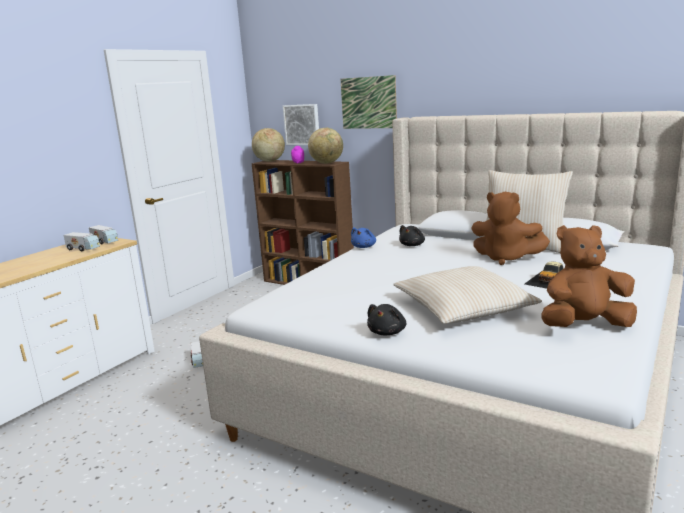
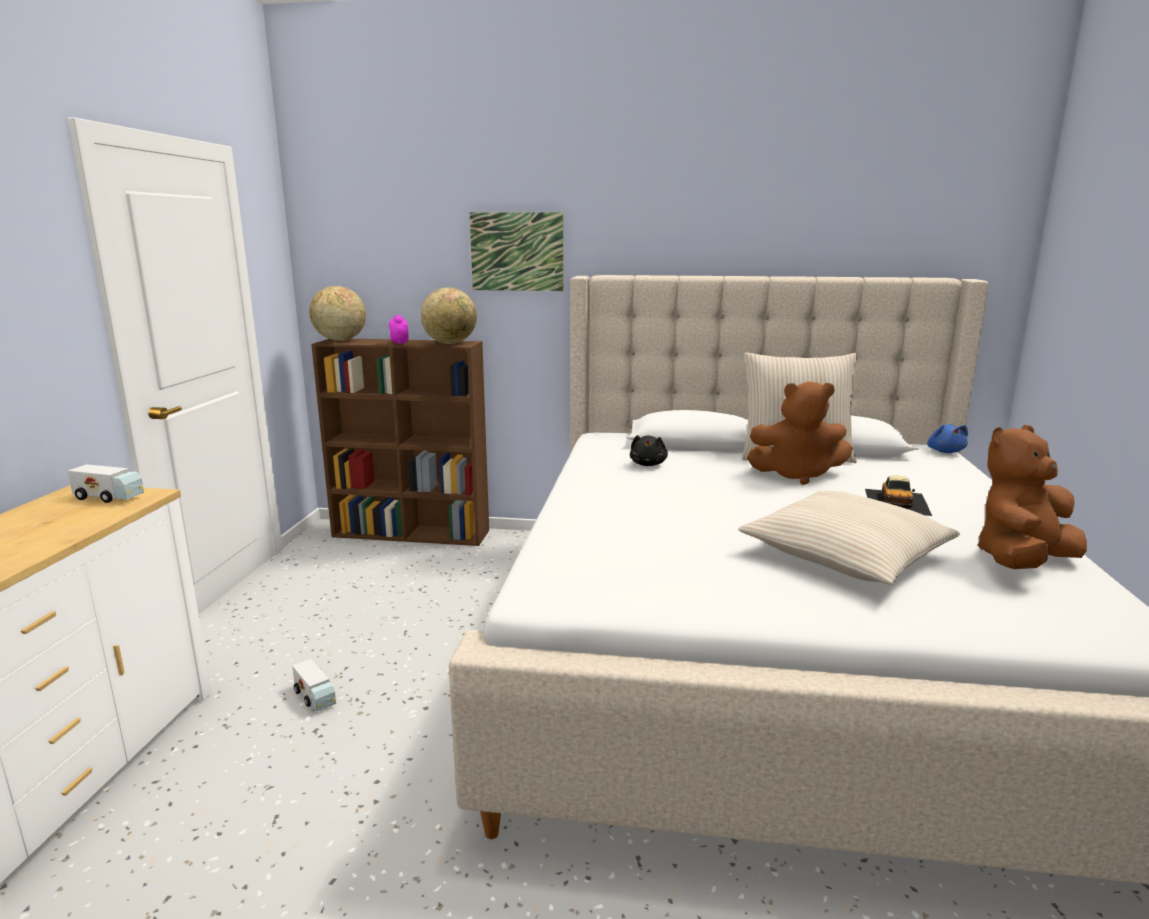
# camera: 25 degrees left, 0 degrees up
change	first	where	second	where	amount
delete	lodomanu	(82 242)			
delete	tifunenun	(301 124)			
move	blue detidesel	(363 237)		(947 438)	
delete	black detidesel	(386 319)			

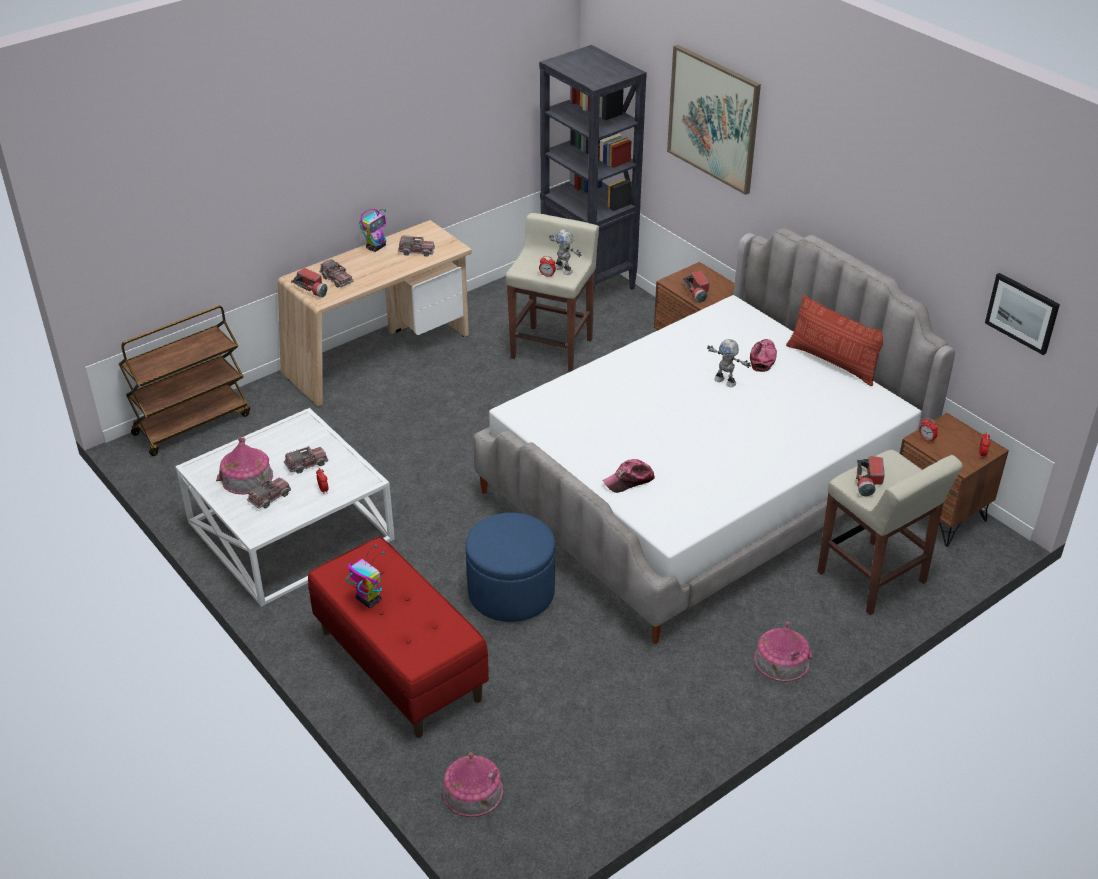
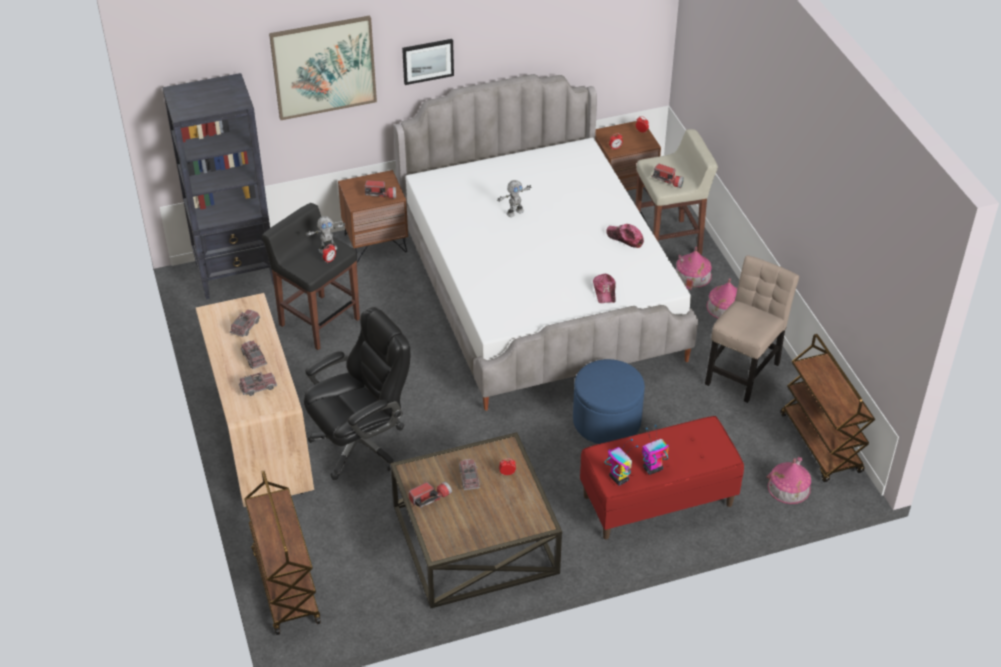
# camera: 70 degrees left, 5 degrees up
change	first	where	second	where	amount
recolor	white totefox	(285 507)	brown totefox	(476 520)	
move	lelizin	(244 466)		(694 268)	
move	lodomanu	(269 493)		(254 354)	
move	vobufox	(309 282)		(430 495)	
move	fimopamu	(372 230)		(621 462)	
recolor	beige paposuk	(552 292)	black paposuk	(311 276)	
move	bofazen	(763 355)		(625 236)	
delete	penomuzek	(834 340)			
move	tifunenun	(1022 314)		(428 62)	
insert			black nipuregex	(357 393)	
insert			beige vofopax	(752 329)	
insert			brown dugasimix	(827 408)	

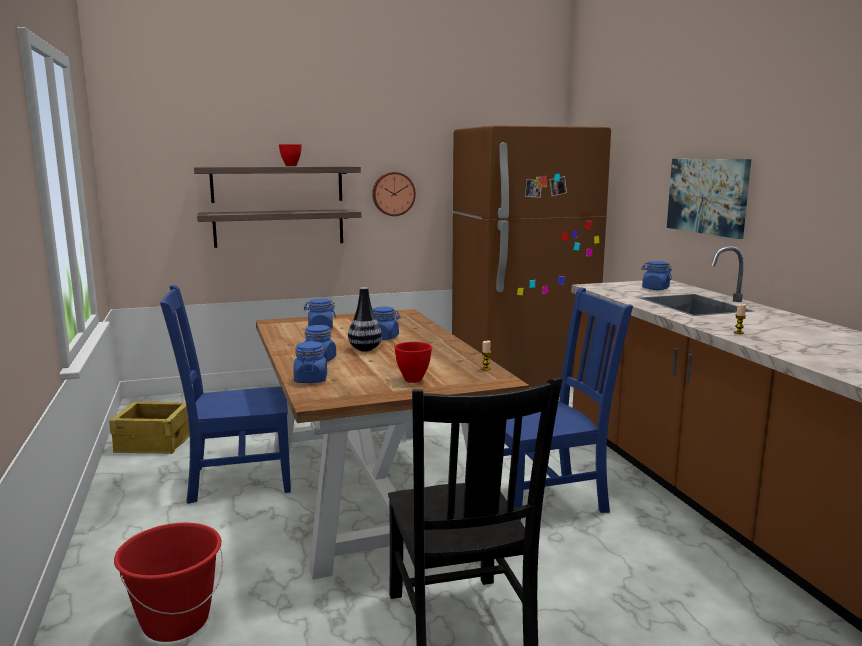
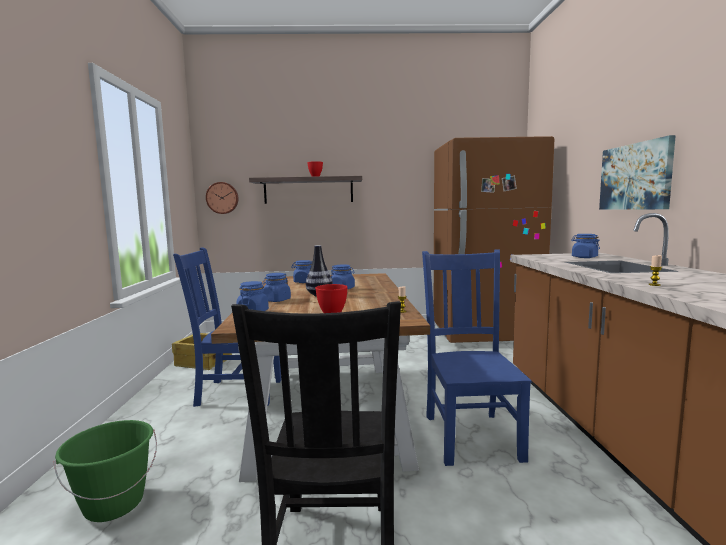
# camera: 15 degrees right, 5 degrees down
change	first	where	second	where	amount
recolor	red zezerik	(168 582)	green zezerik	(105 471)	
delete	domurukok	(279 228)			
move	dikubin	(394 194)		(222 198)	
rotate	blue vofopax	(568 404)		(476 357)	90 degrees counterclockwise

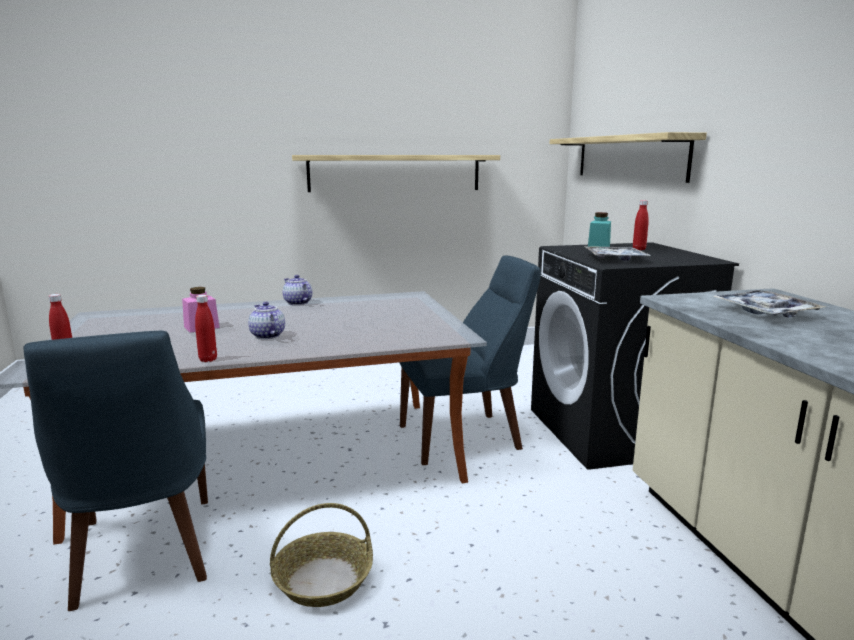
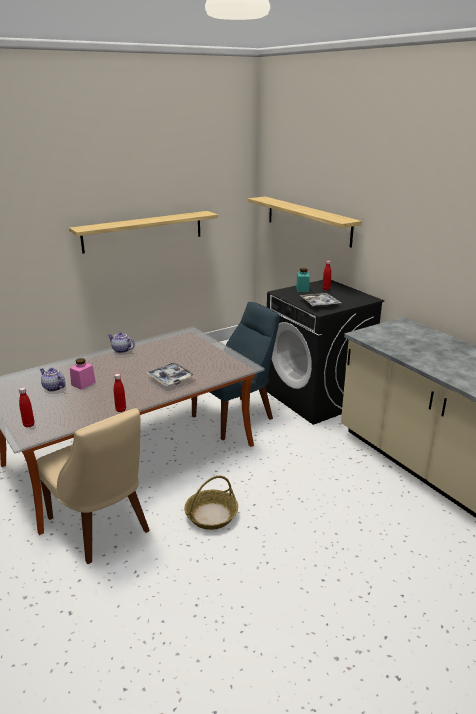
# camera: 20 degrees left, 10 degrees up
change	first	where	second	where	amount
recolor	blue vofopax	(115 471)	beige vofopax	(93 486)	
move	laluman	(266 320)		(53 380)	
move	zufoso	(769 304)		(170 374)	

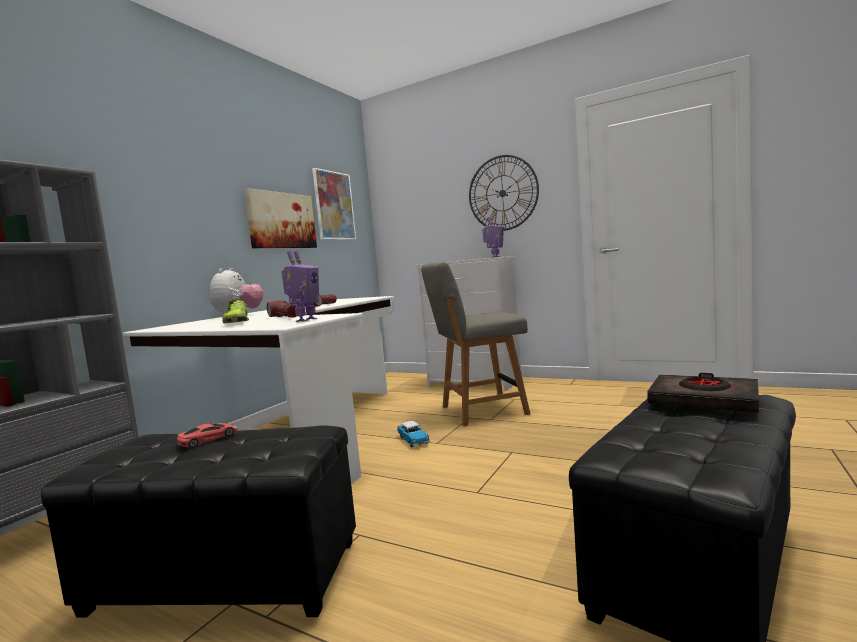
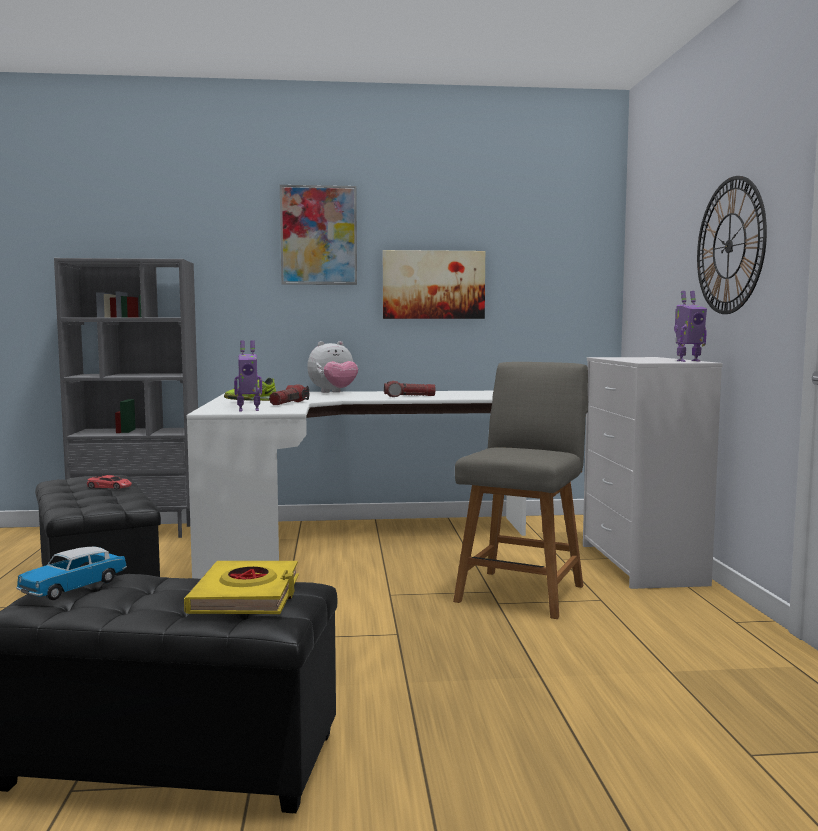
# camera: 55 degrees right, 0 degrees up
change	first	where	second	where	amount
move	tifunenun	(334 204)		(318 235)	
move	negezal	(413 434)		(71 573)	
rotate	grey vofopax	(475 344)		(520 490)	75 degrees clockwise
recolor	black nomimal	(703 393)	yellow nomimal	(241 587)	

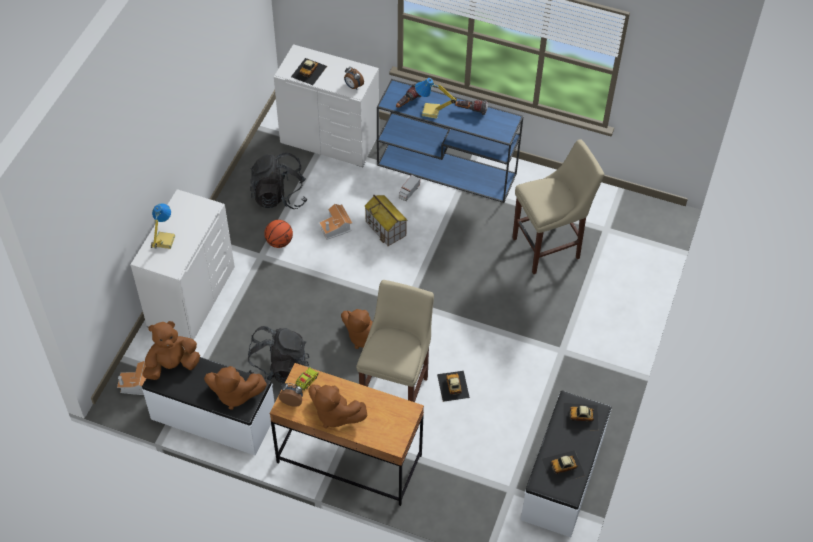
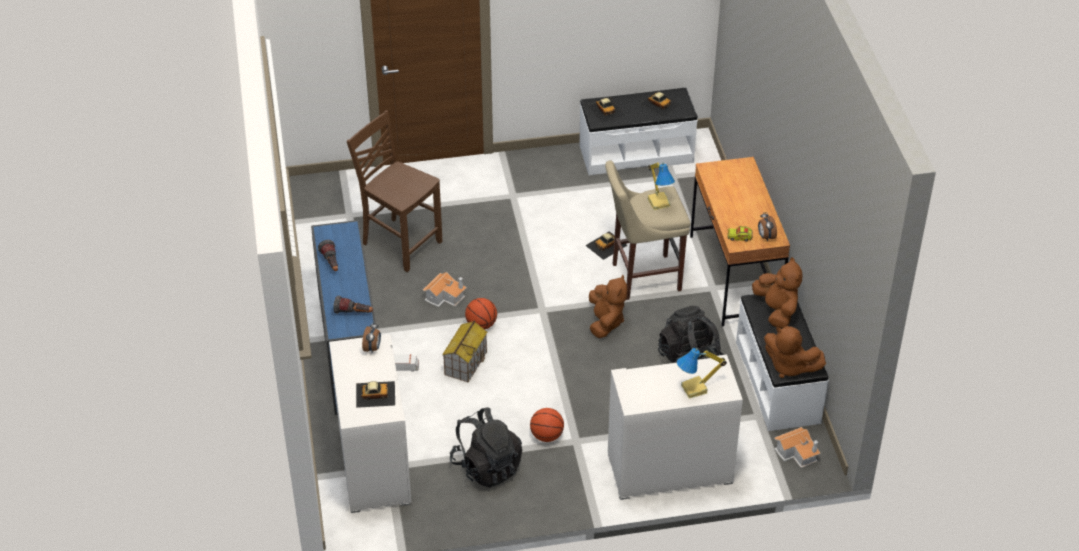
# camera: 120 degrees left, 10 degrees down
change	first	where	second	where	amount
delete	brown detidesel	(338 407)			
move	lelizin	(336 222)		(444 289)	
move	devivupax	(436 98)		(661 186)	
replace	beige paposuk	(558 206)	brown vofopax	(394 191)	
insert			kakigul	(481 313)	

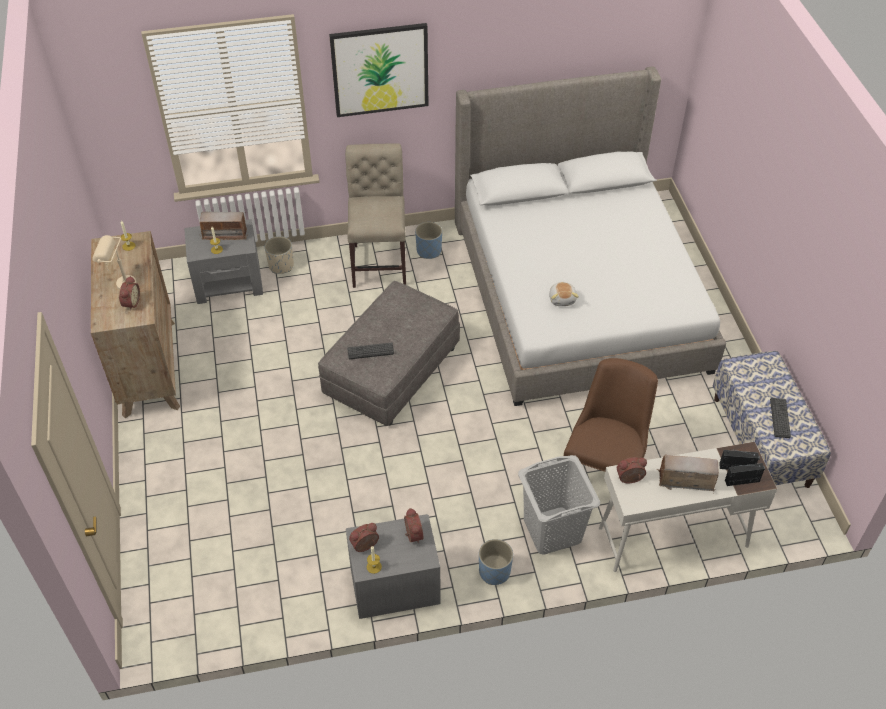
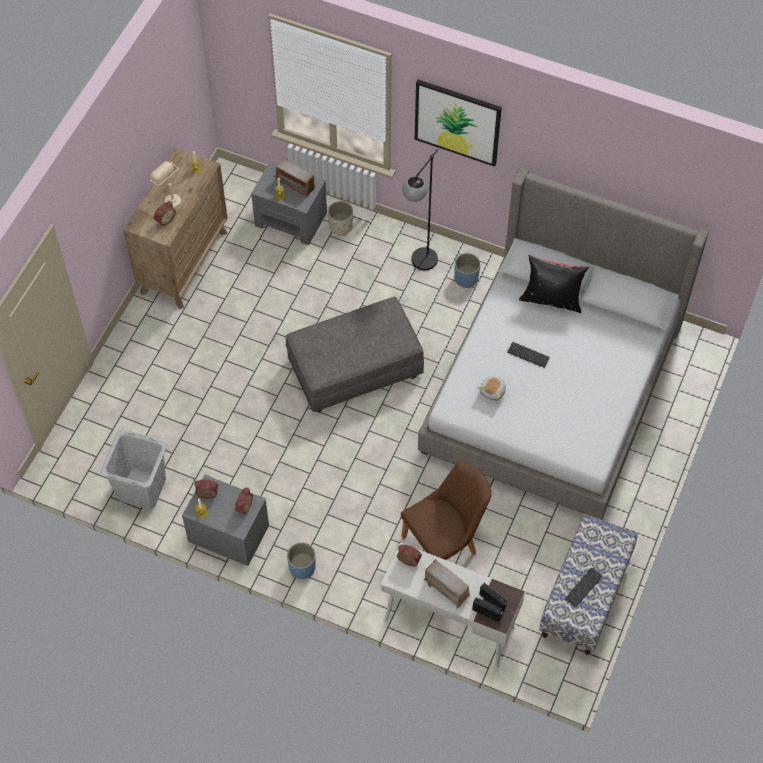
# camera: 35 degrees right, 10 degrees up
change	first	where	second	where	amount
replace	beige vofopax	(375 215)	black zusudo	(420 209)	
move	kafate	(370 351)		(528 355)	
move	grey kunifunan	(559 505)		(133 470)	
insert			black penomuzek	(554 284)	

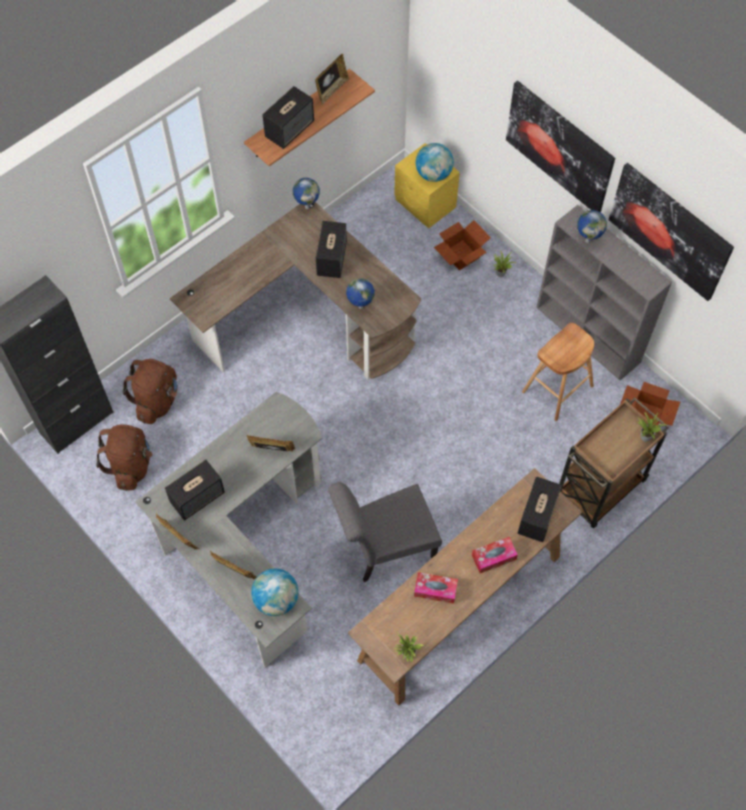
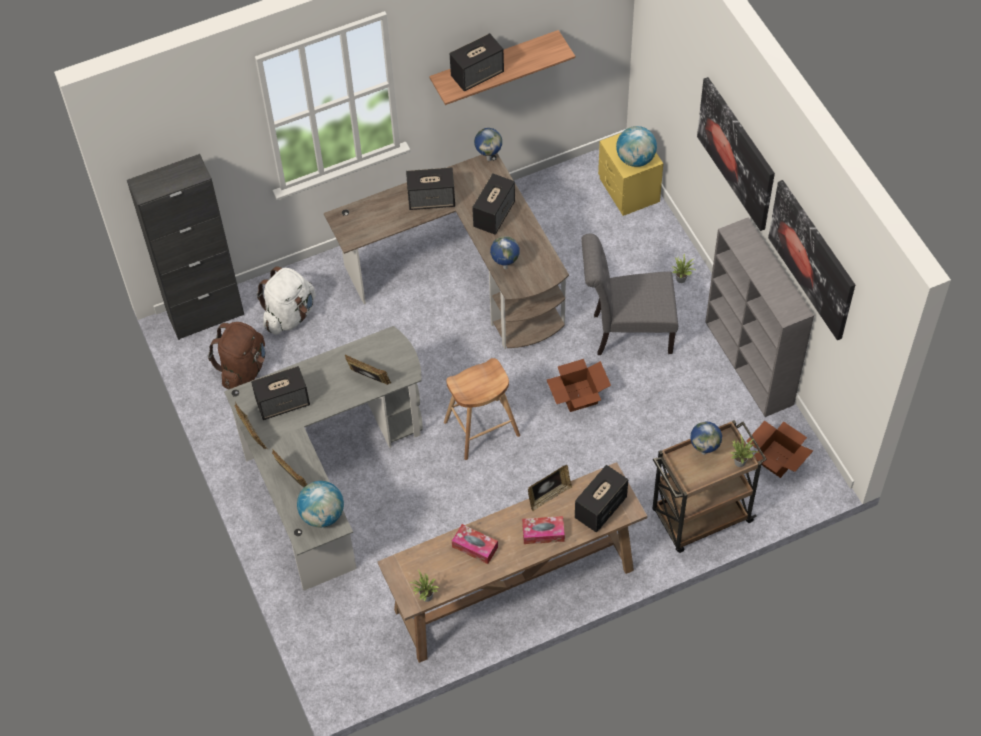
# camera: 20 degrees right, 5 degrees down
change	first	where	second	where	amount
recolor	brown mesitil	(150 391)	white mesitil	(286 300)	
move	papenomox	(332 79)		(550 488)	
move	grey vofopax	(385 532)		(629 294)	
move	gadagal	(462 245)		(579 385)	
move	brown paposuk	(558 372)		(482 409)	
move	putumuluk	(592 226)		(706 438)	
insert			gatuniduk	(430 188)	

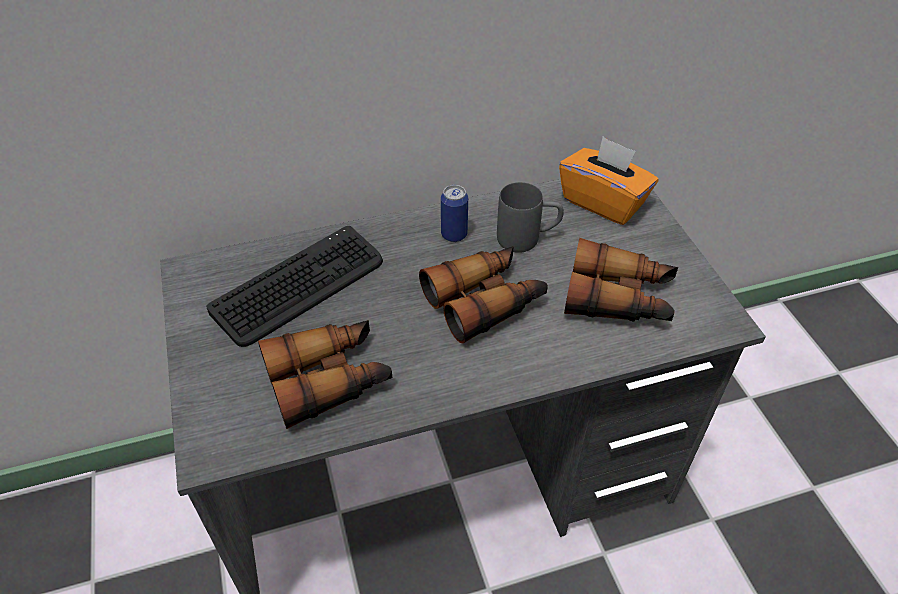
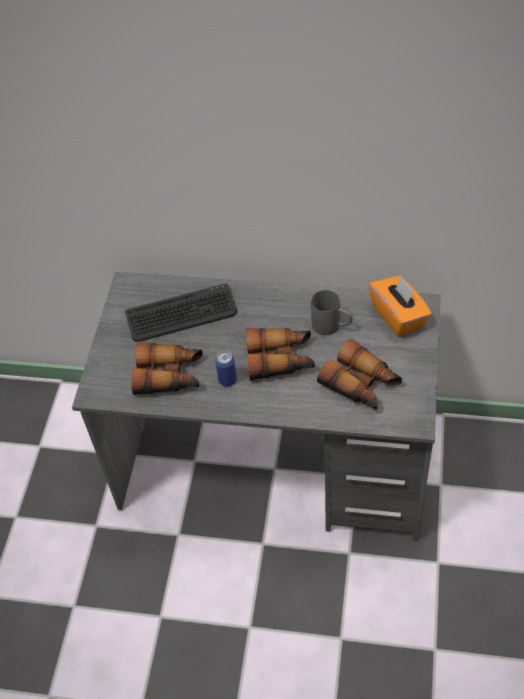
# camera: 30 degrees right, 5 degrees up
change	first	where	second	where	amount
move	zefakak	(454 213)		(226 369)	

